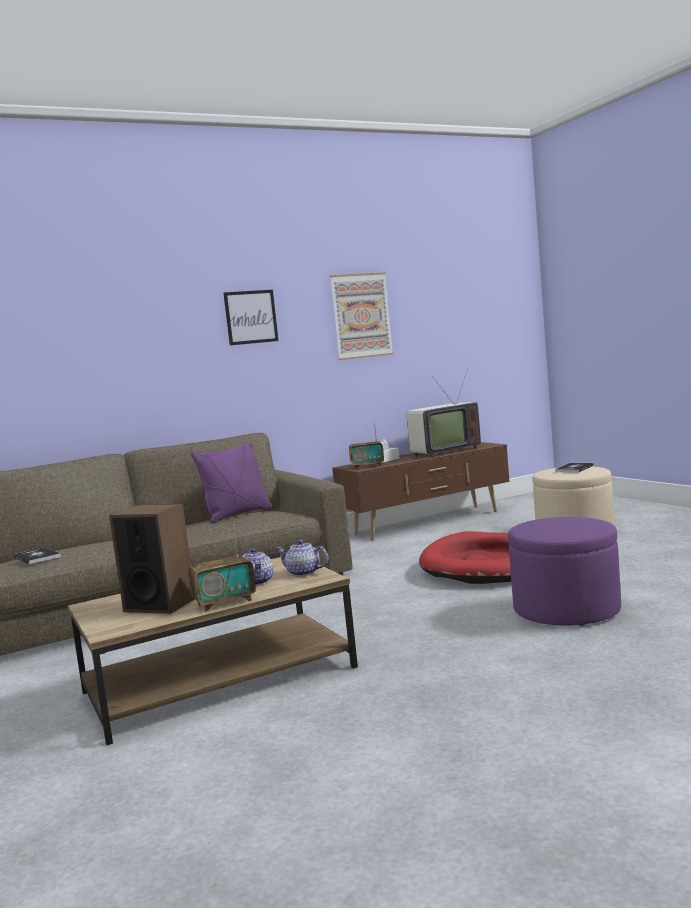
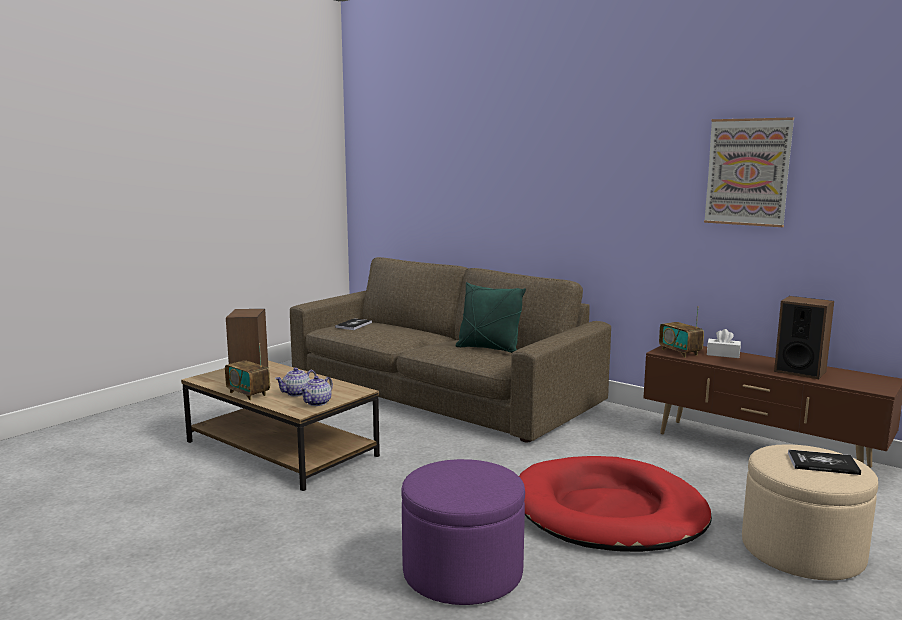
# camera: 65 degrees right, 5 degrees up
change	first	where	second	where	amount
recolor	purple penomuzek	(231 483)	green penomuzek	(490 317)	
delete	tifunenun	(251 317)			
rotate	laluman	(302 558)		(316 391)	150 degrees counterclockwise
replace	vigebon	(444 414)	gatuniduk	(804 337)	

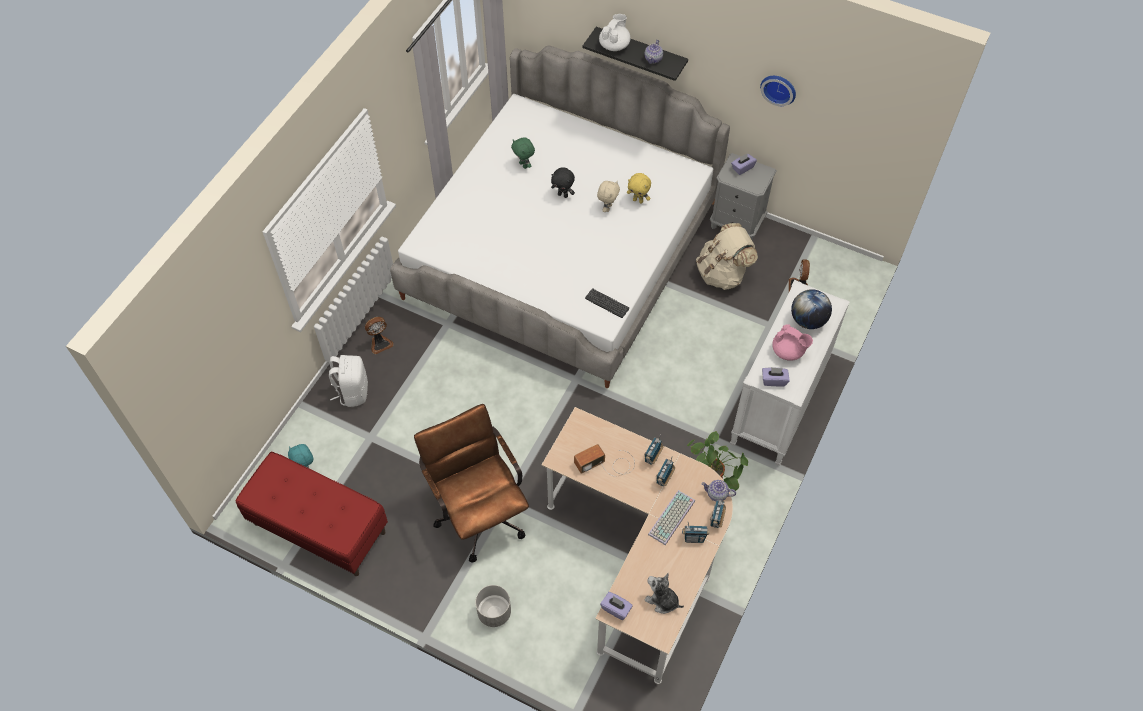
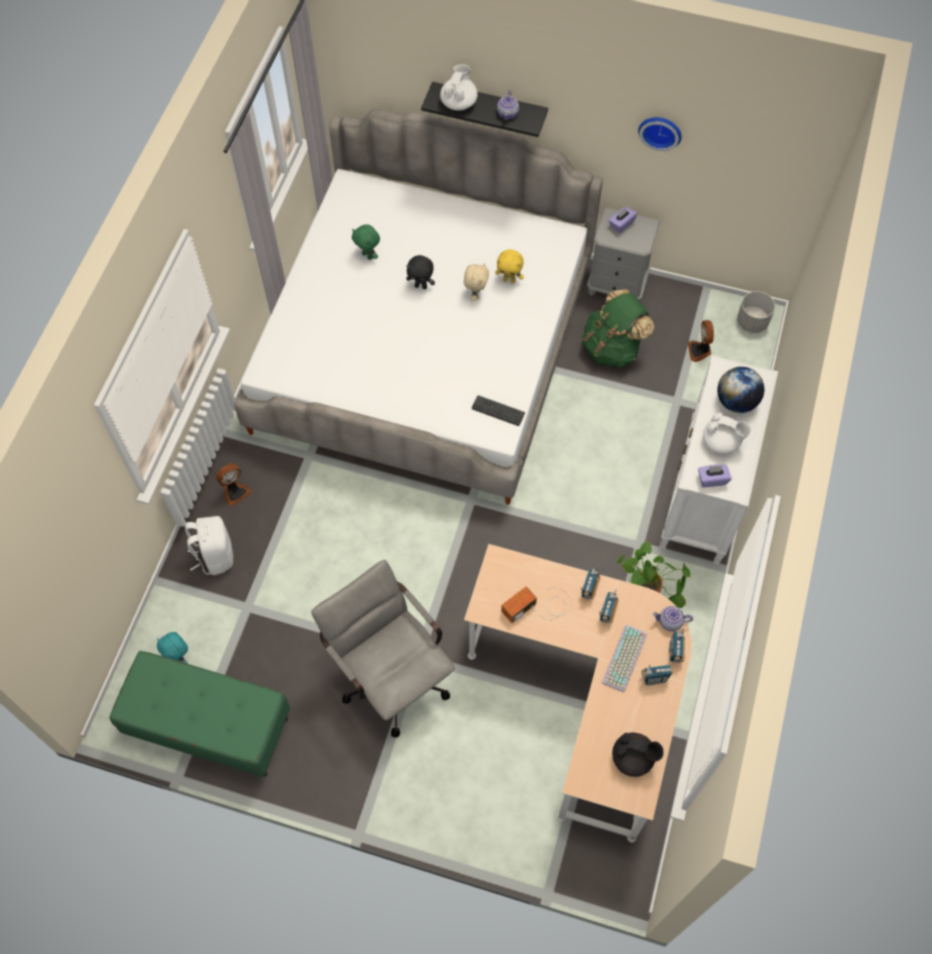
# camera: 10 degrees left, 5 degrees up
change	first	where	second	where	amount
recolor	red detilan	(312 514)	green detilan	(200 714)	
recolor	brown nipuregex	(471 483)	grey nipuregex	(383 648)	
move	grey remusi	(493 606)		(756 312)	
delete	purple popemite	(616 606)			
replace	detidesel	(664 593)	black laluman	(638 755)	
recolor	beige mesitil	(727 256)	green mesitil	(618 328)	
recolor	pink laluman	(792 342)	white laluman	(727 433)	

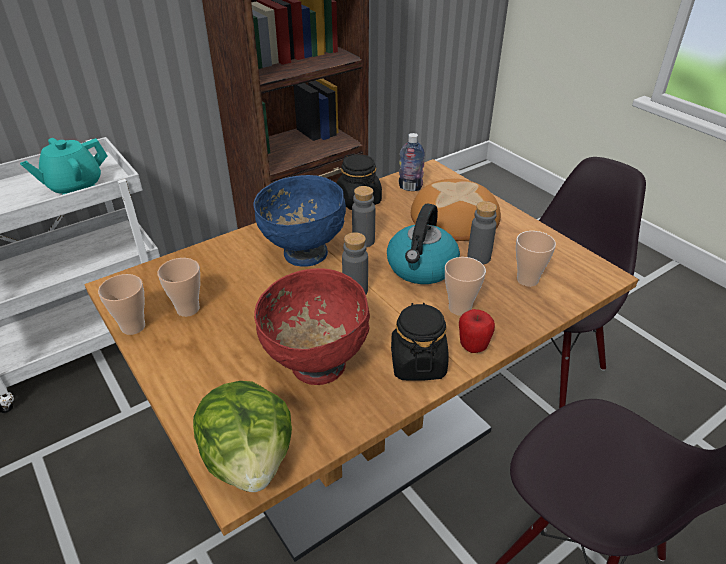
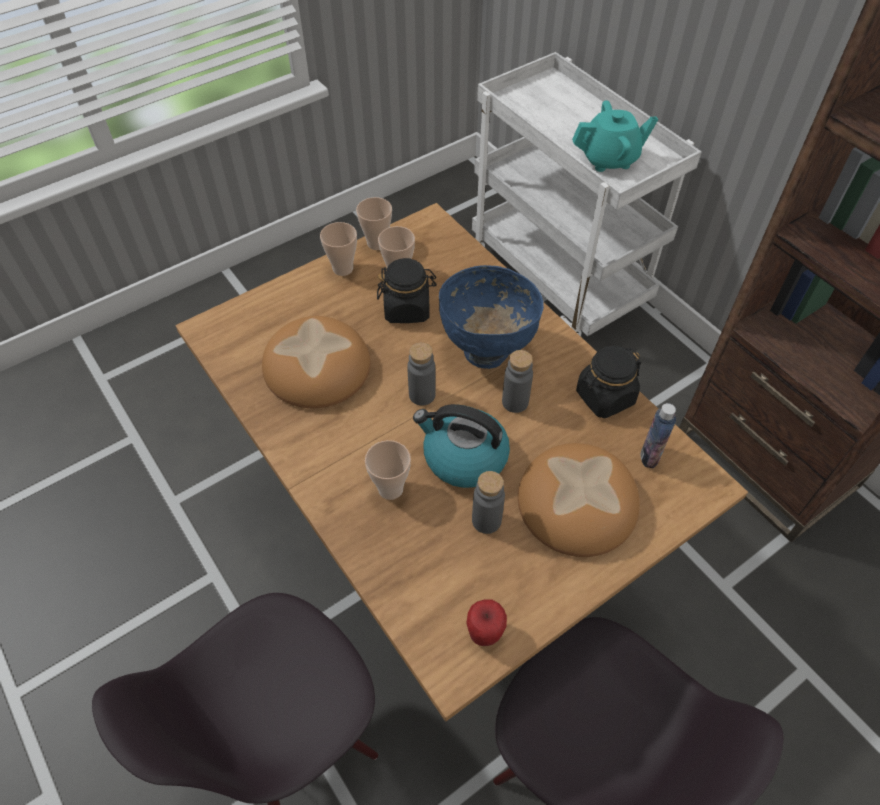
# camera: 90 degrees right, 15 degrees up
change	first	where	second	where	amount
rotate	turquoise laluman	(64 166)		(615 136)	120 degrees clockwise
delete	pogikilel	(242 436)			
replace	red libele	(312 326)	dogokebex	(316 362)	
move	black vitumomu	(420 342)		(407 290)	
move	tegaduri	(477 331)		(486 622)	
move	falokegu	(536 259)		(338 249)	

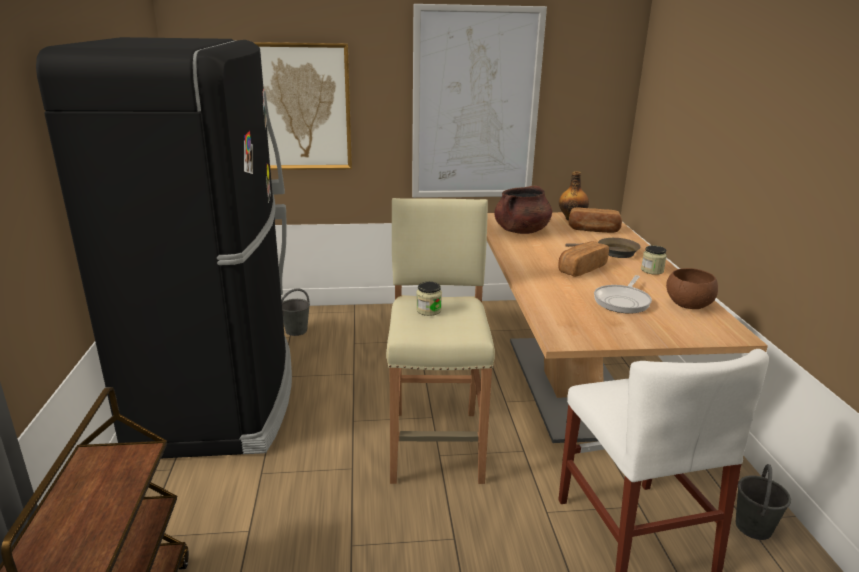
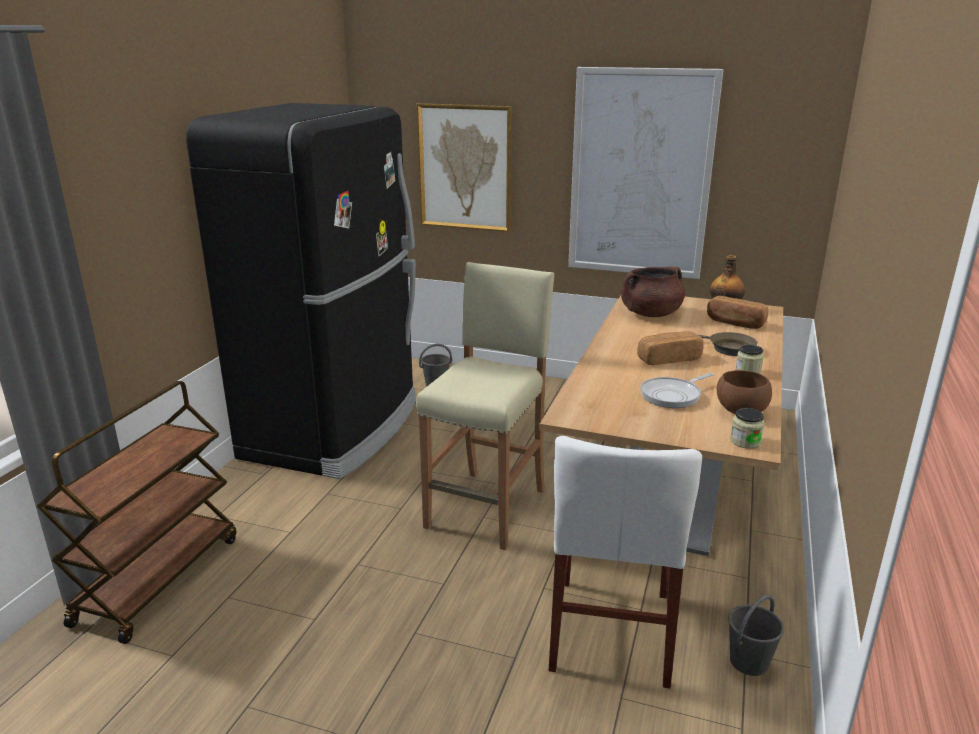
# camera: 25 degrees right, 0 degrees up
change	first	where	second	where	amount
move	vitumomu	(429 299)		(747 428)	

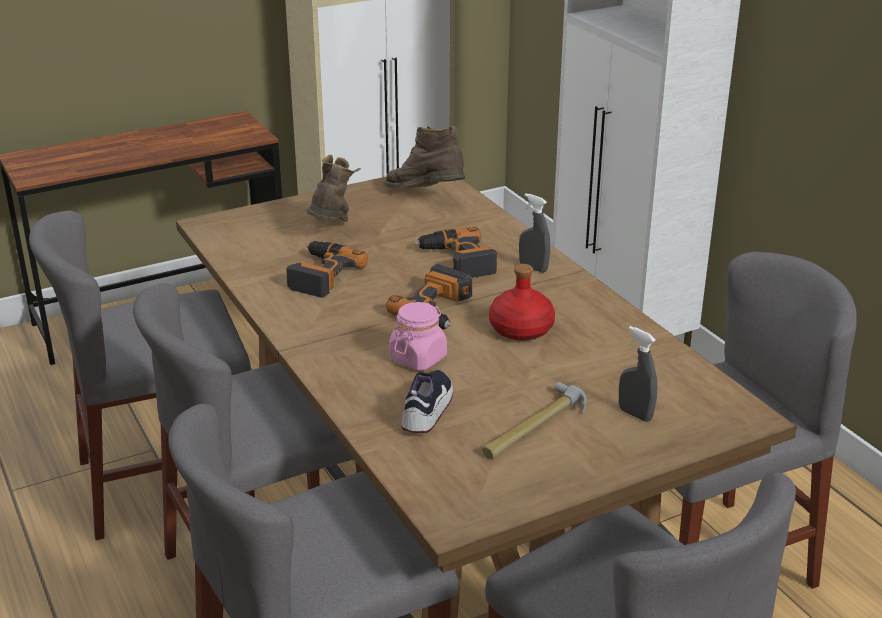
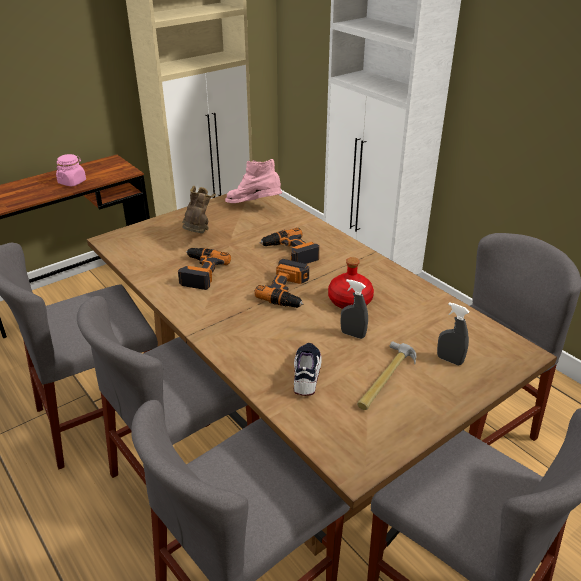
# camera: 10 degrees left, 5 degrees up
change	first	where	second	where	amount
recolor	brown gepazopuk	(424 157)	pink gepazopuk	(253 181)	
move	pink vitumomu	(418 336)		(71 170)	
move	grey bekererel	(534 233)		(354 309)	

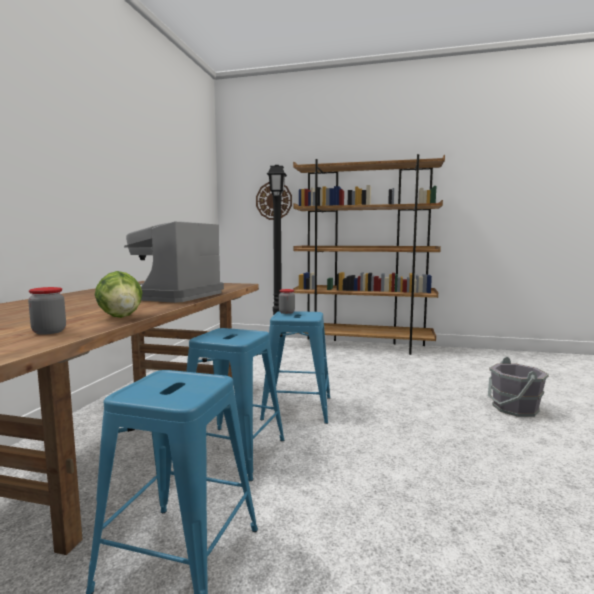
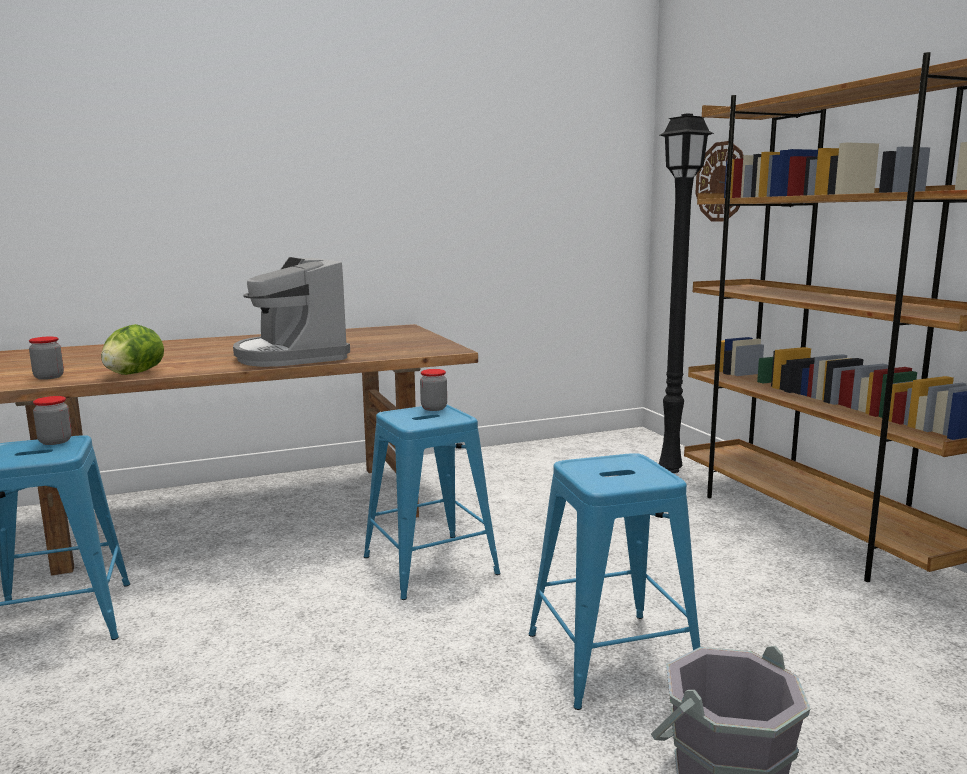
# camera: 55 degrees right, 5 degrees up
change	first	where	second	where	amount
rotate	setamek	(174 262)		(291 312)	105 degrees counterclockwise
move	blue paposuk	(235 404)		(614 581)	
insert			vitumomu	(52 420)	

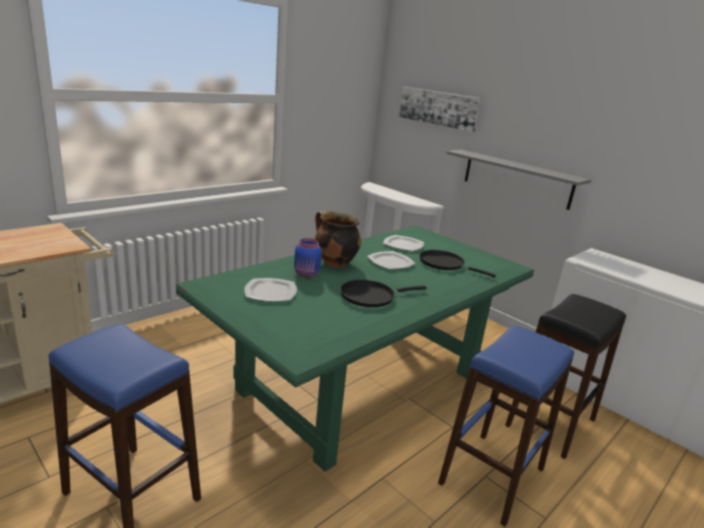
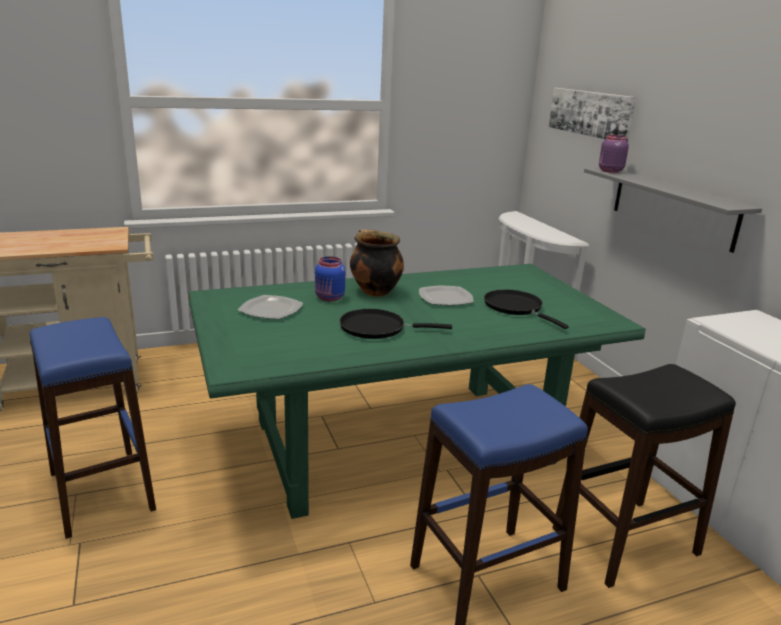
# camera: 25 degrees right, 0 degrees up
change	first	where	second	where	amount
delete	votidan	(403 243)			
insert			purple vitumomu	(614 154)	

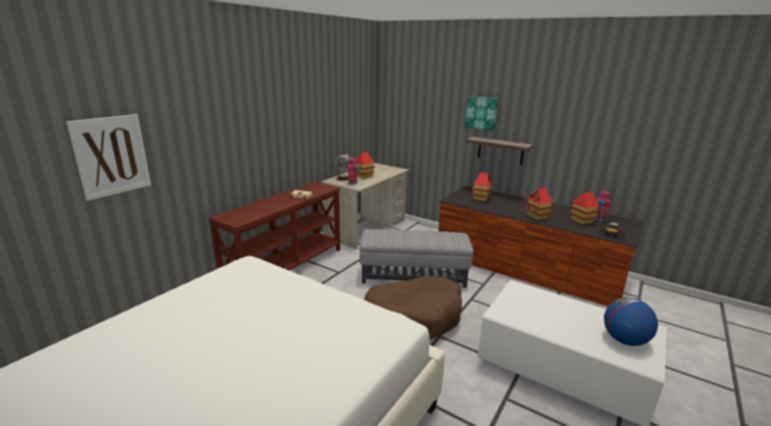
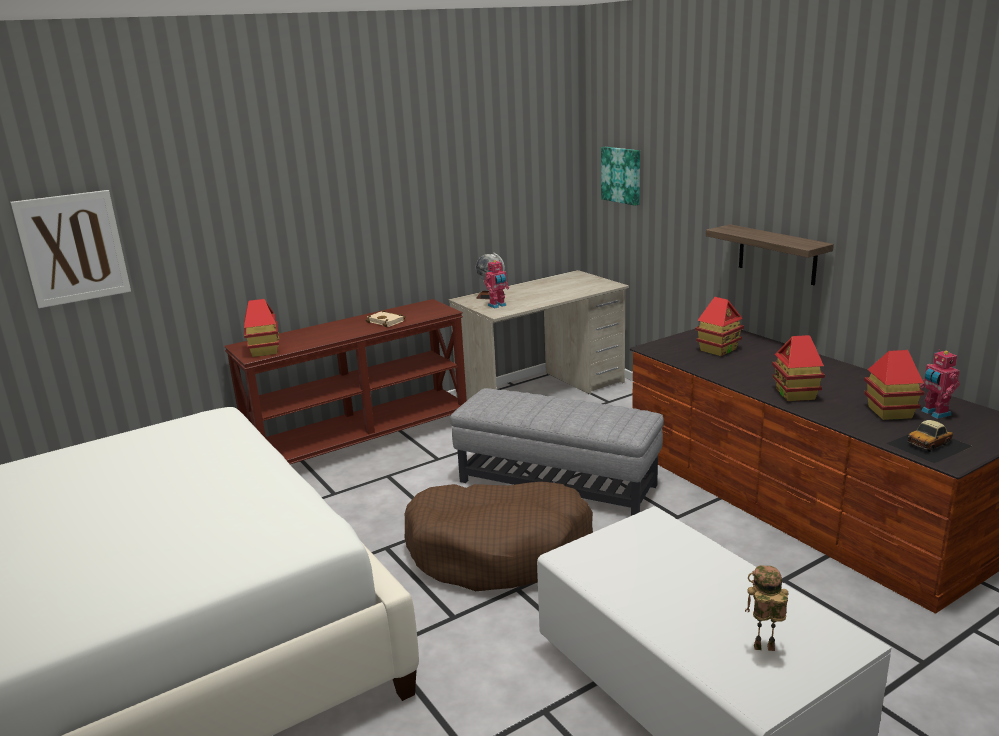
# camera: 25 degrees right, 0 degrees up
change	first	where	second	where	amount
move	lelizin	(365 165)		(261 328)	
move	tifunenun	(481 113)		(620 176)	
replace	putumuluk	(631 322)	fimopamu	(766 608)	

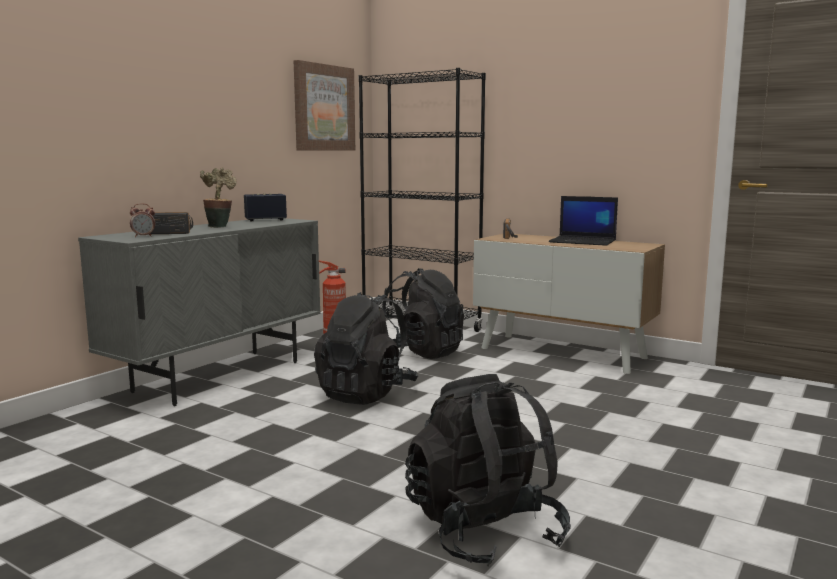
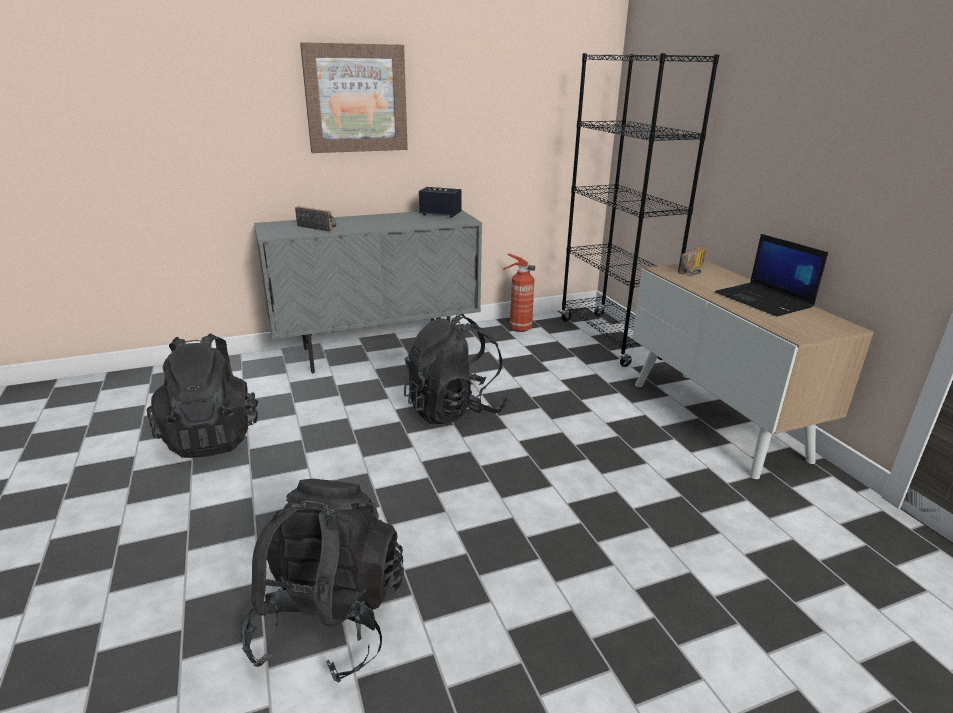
# camera: 35 degrees right, 15 degrees up
change	first	where	second	where	amount
delete	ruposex	(142 220)			
delete	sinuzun	(218 197)			
move	tifunenun	(324 105)		(354 97)	
move	black mesitil	(423 313)		(202 395)	

